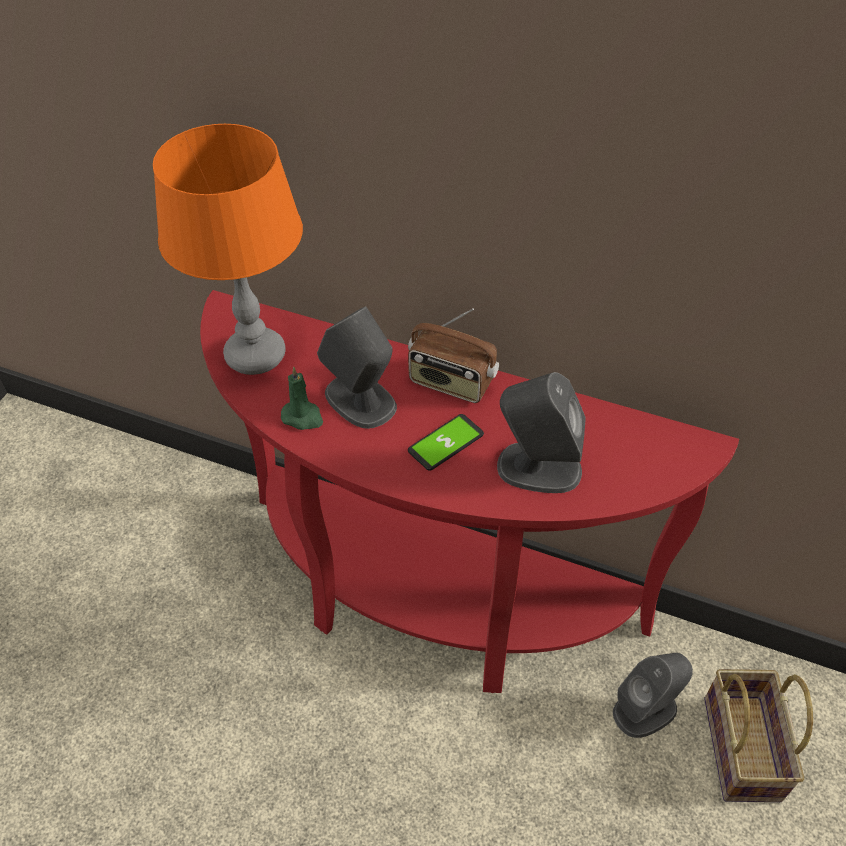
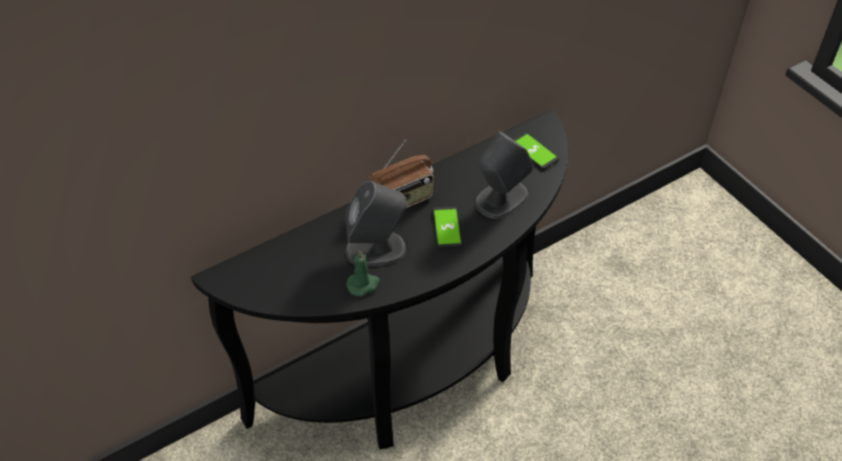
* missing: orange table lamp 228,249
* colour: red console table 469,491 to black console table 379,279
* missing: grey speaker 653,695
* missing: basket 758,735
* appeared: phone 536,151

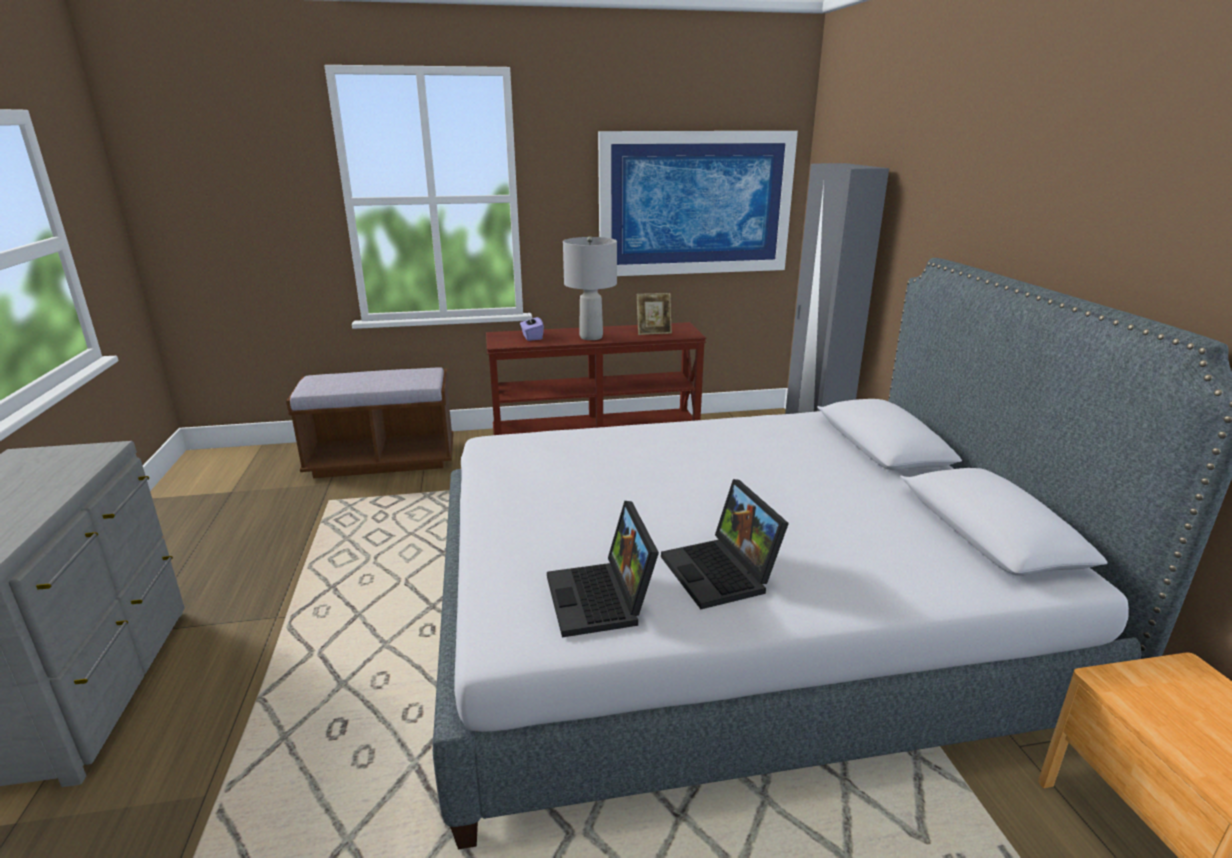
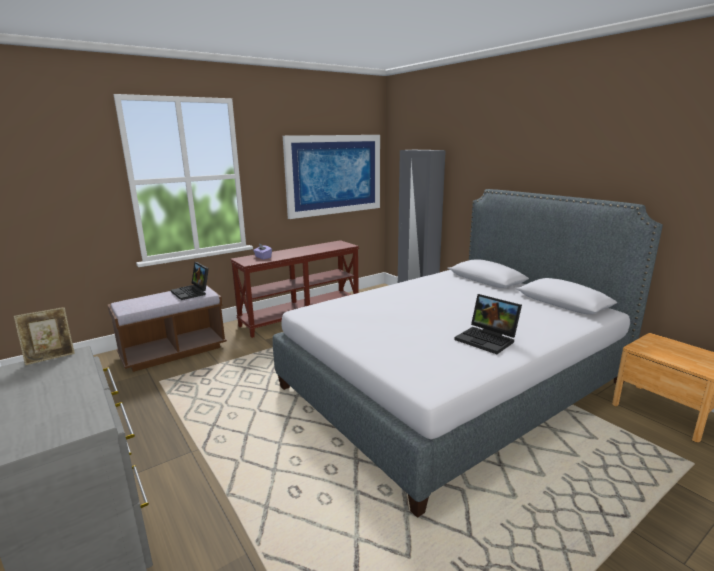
* missing: grey table lamp 590,288
* relocated: picture frame 654,314 to 44,336
* relocated: laptop 603,569 to 190,281

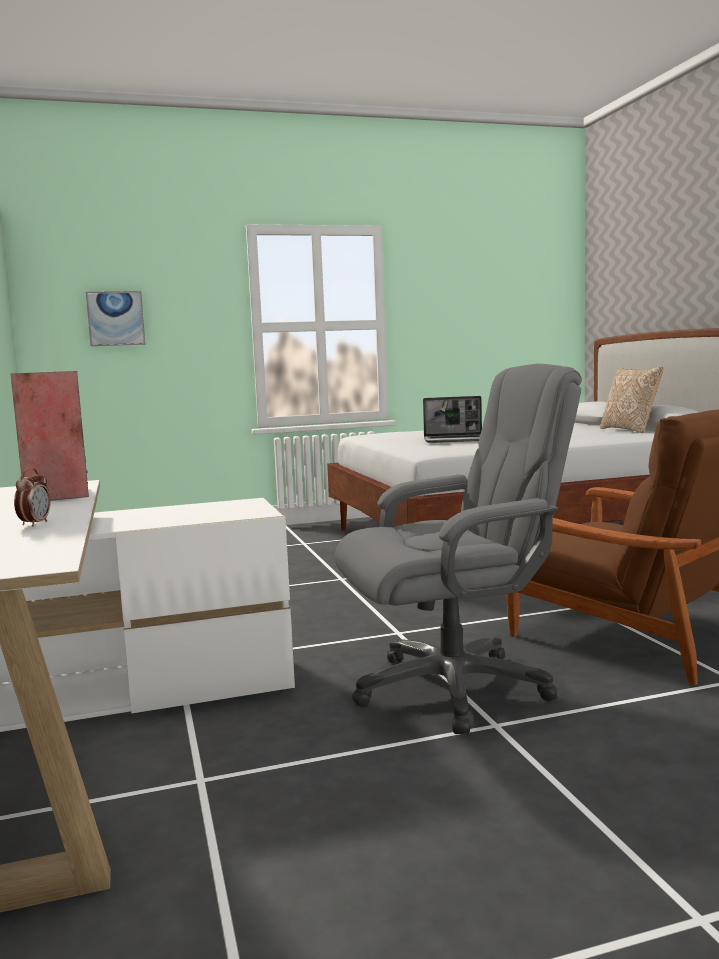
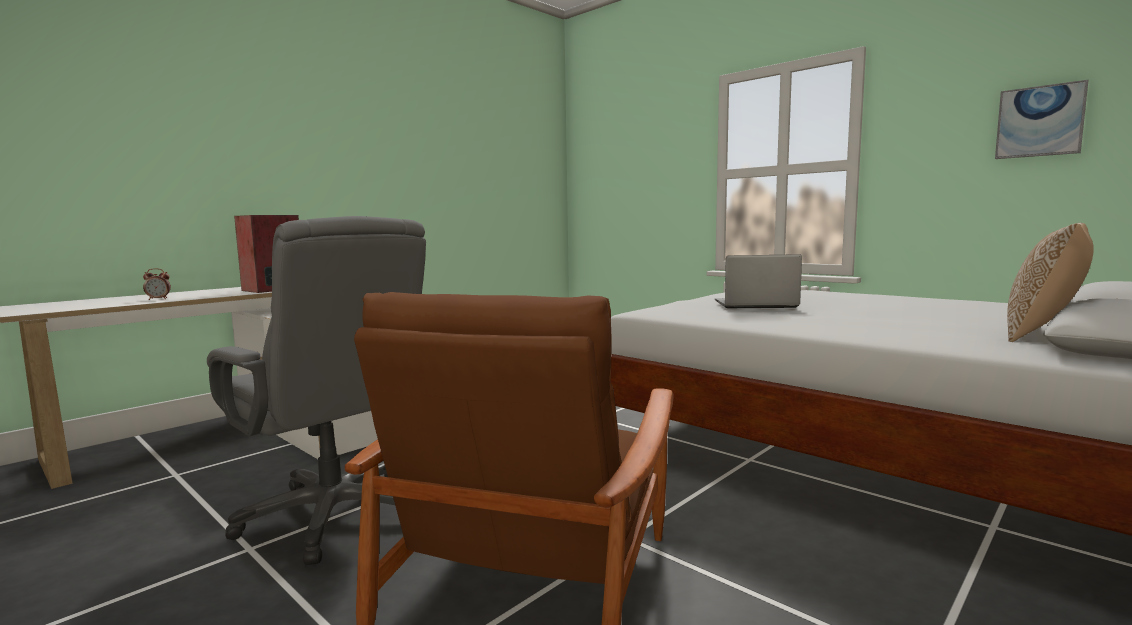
* relocated: picture 115,318 to 1041,119
* spun: laptop 452,419 = 758,281 120 degrees clockwise

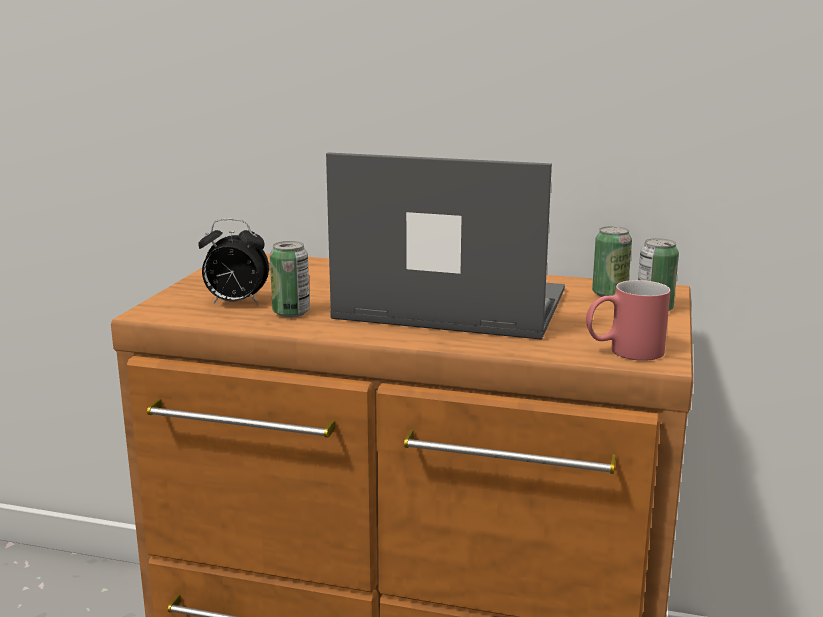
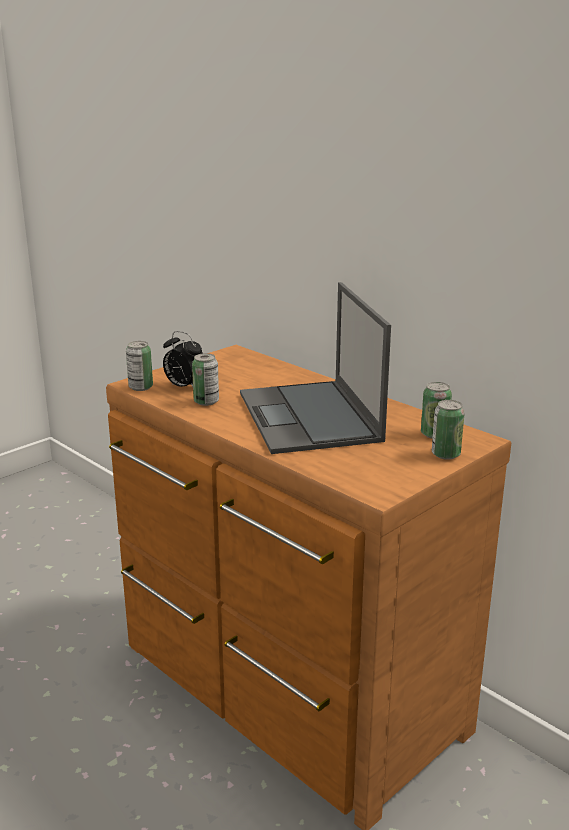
* spun: laptop 445,246 = 315,368 150 degrees counterclockwise
* missing: red mug 628,320
* appeared: can 139,366

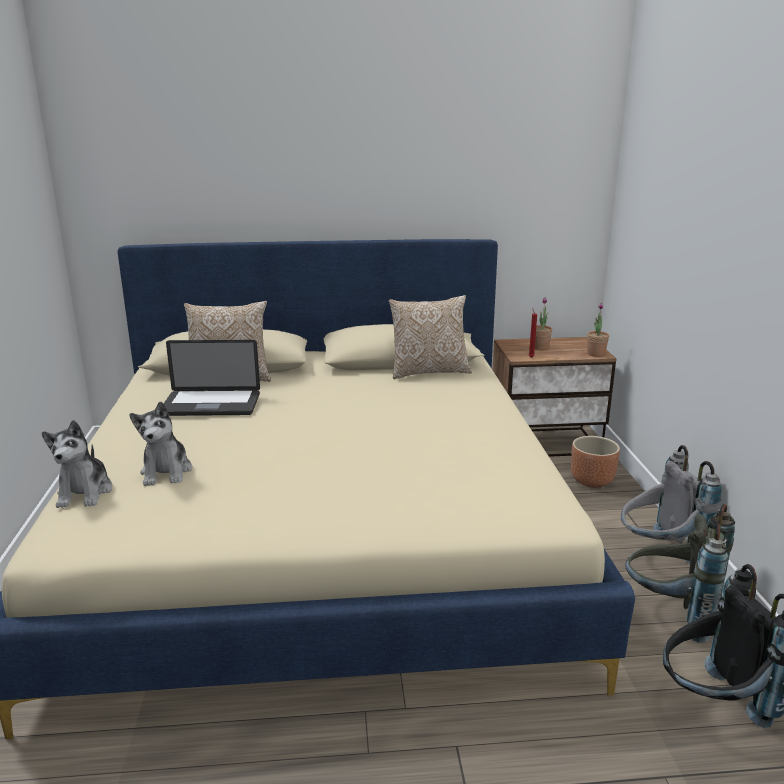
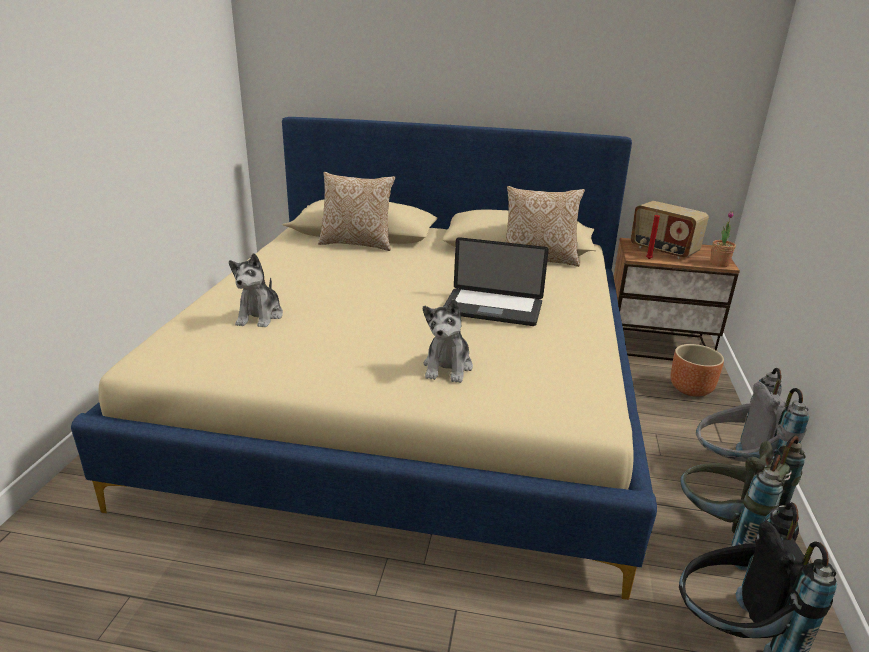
* exchanged: potted plant 543,323 to radio 670,230
* relocated: laptop 211,378 to 496,281
* relocated: plush toy 77,464 to 448,341

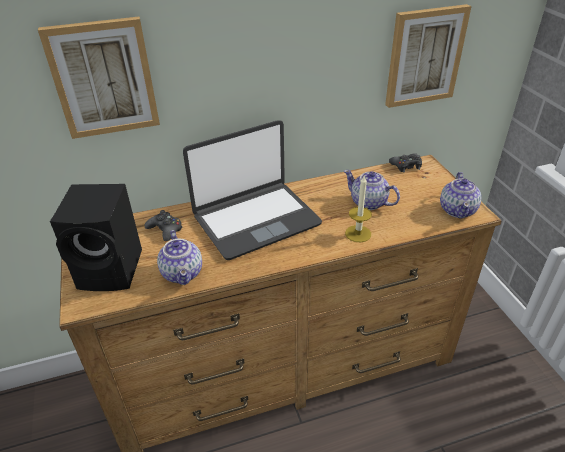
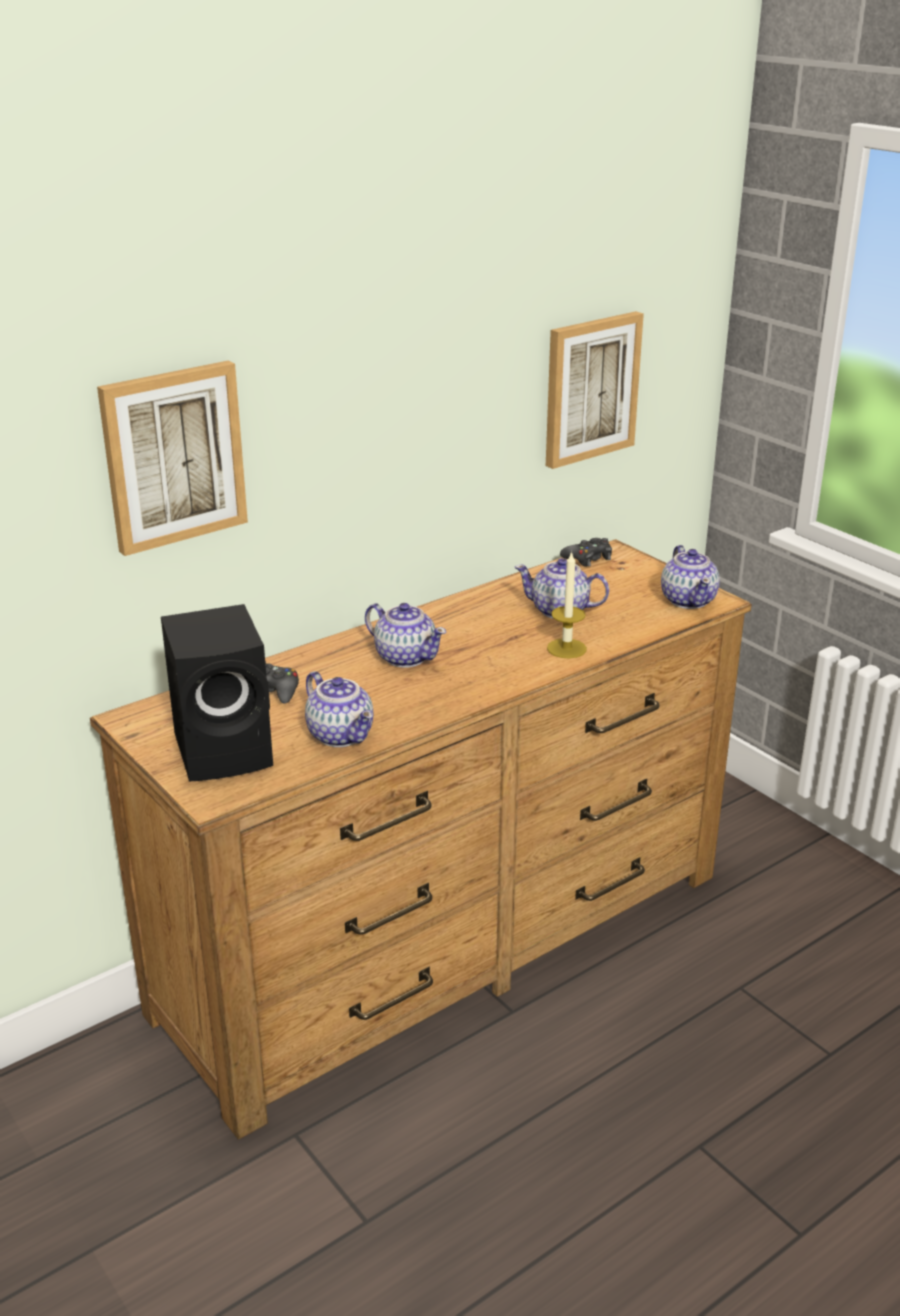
* exchanged: laptop 252,190 to teapot 405,635

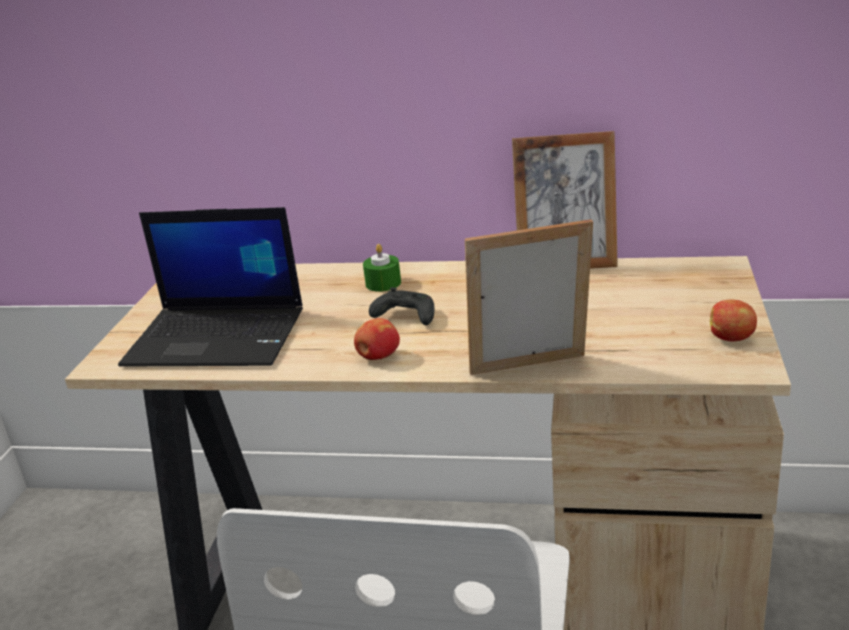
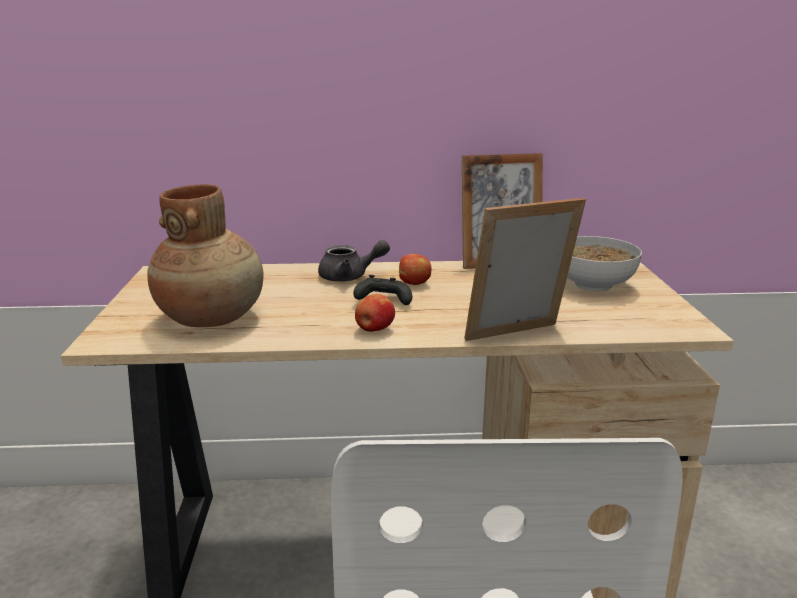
* exchanged: laptop 210,287 to brown vase 205,255
* exchanged: green candle 382,268 to grey teapot 354,261
* relocated: apple 733,320 to 415,269
* appeared: bowl 604,263

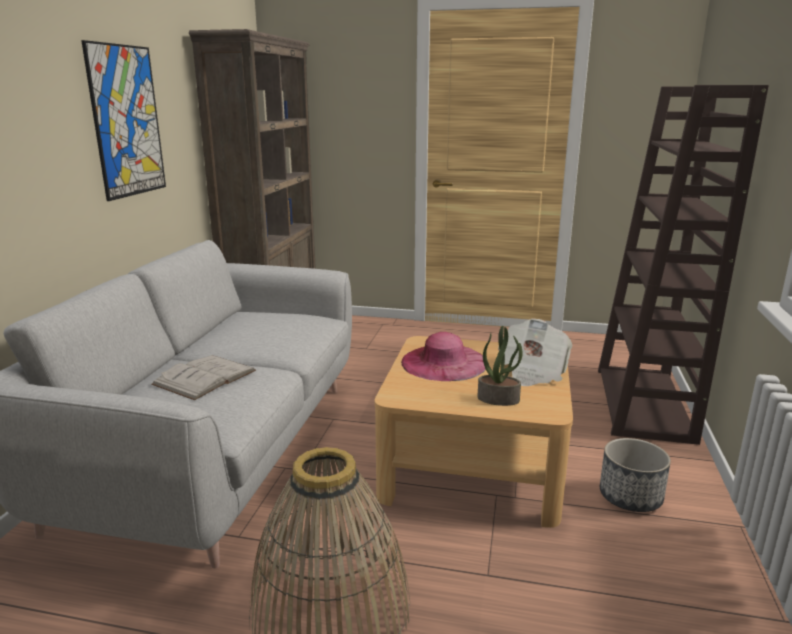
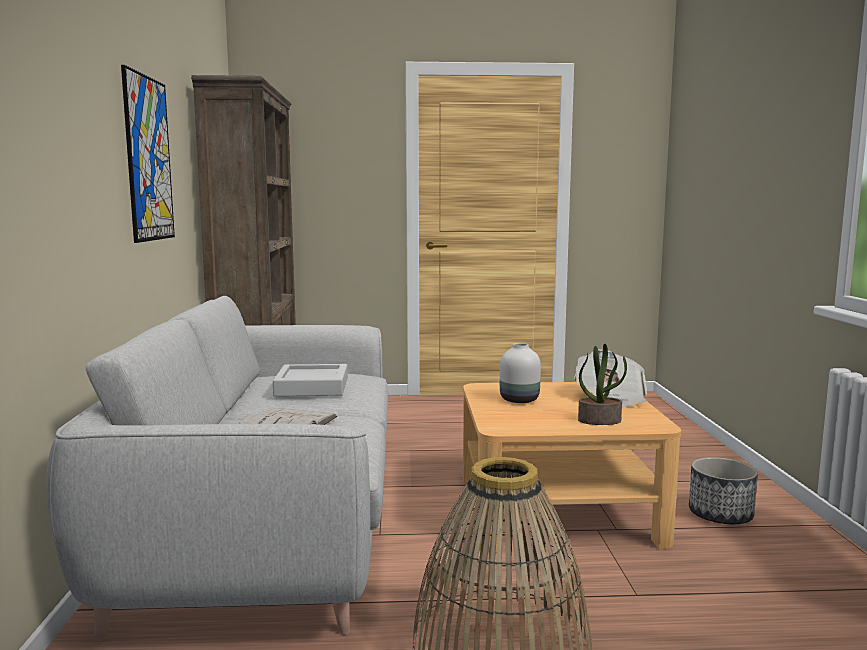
* missing: brown bookcase 683,265
* exchanged: pink hat 443,356 to white vase 520,373
* appeared: grey tray 310,380

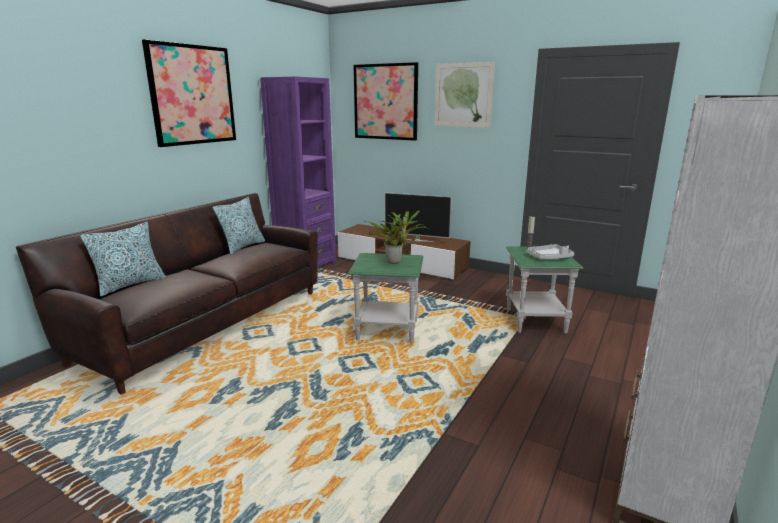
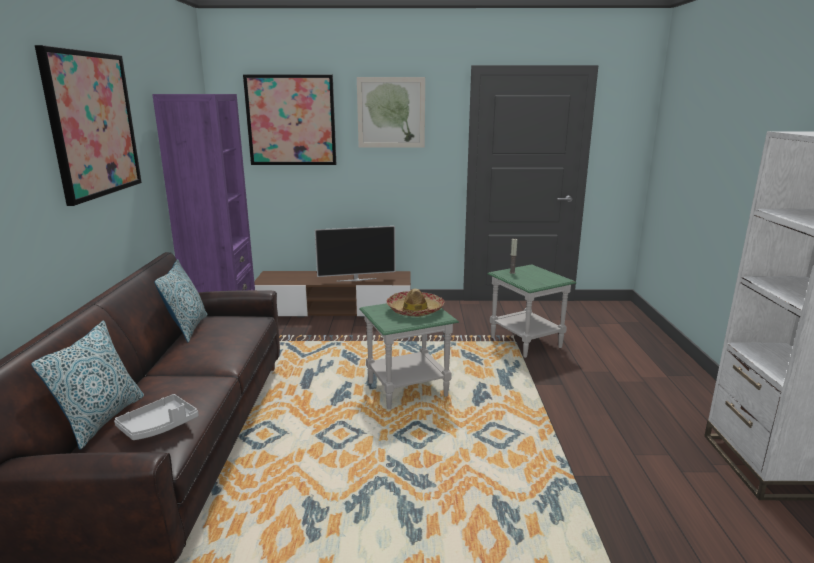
* exchanged: potted plant 397,237 to hat 415,303
* relocated: grey tray 550,251 to 156,417

